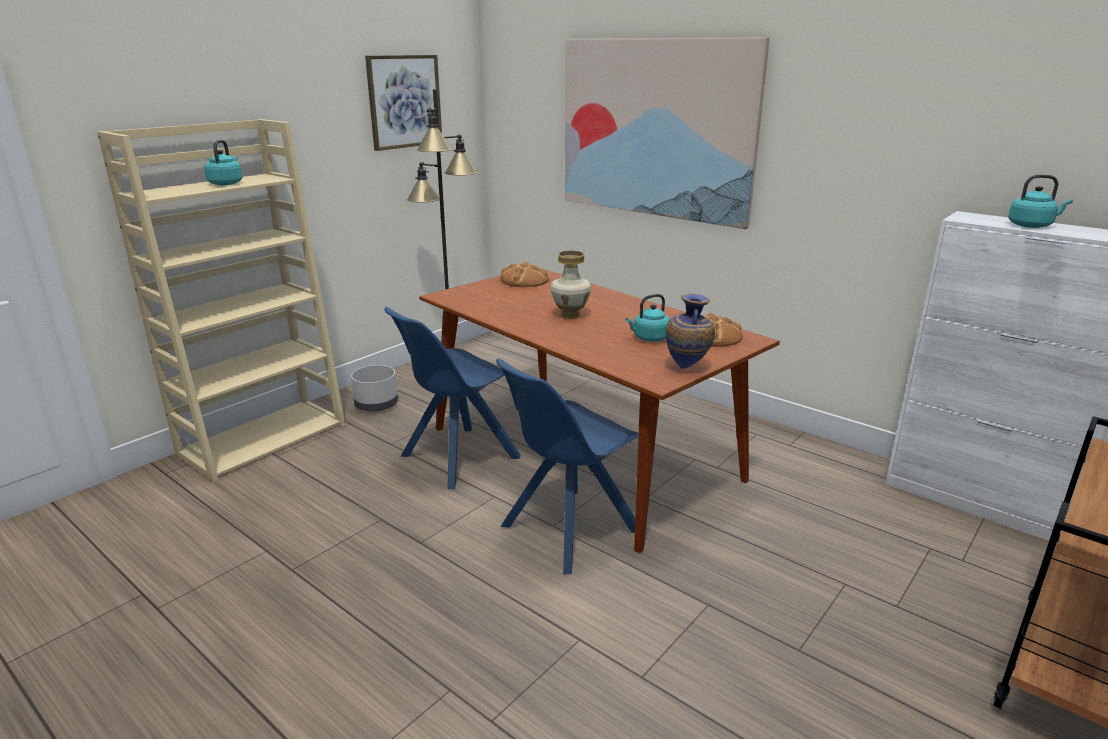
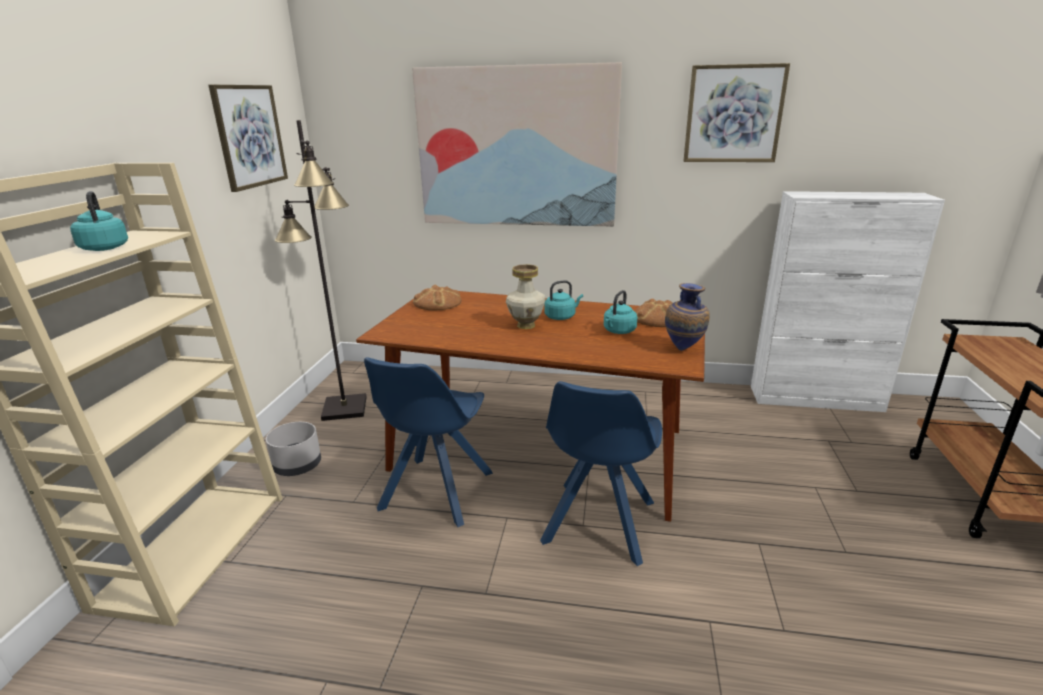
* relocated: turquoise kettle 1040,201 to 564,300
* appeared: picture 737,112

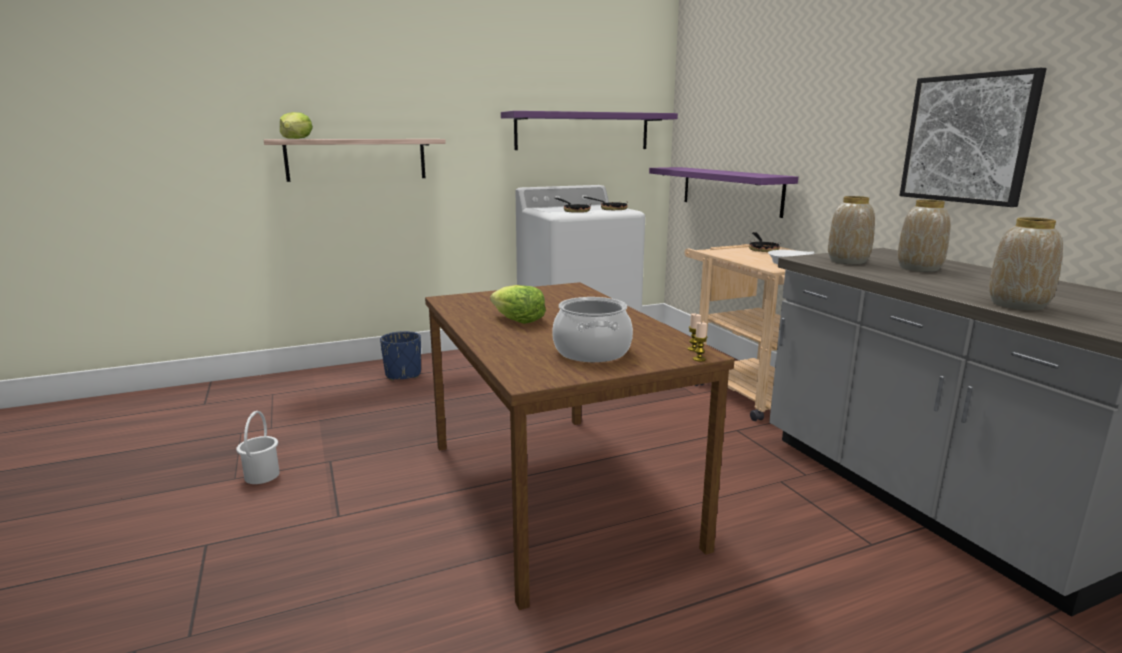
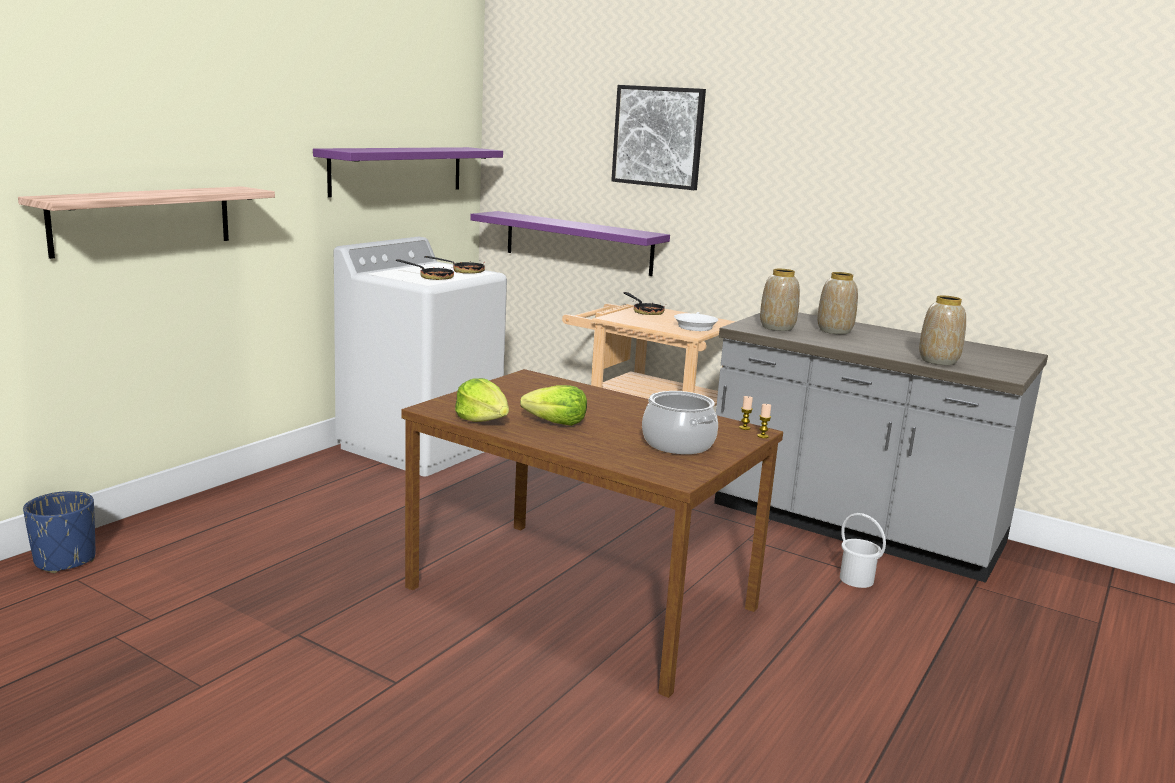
* relocated: picture 973,137 to 658,137
* relocated: lettuce 296,125 to 482,400
* relocated: blue planter 400,356 to 59,532
* relocated: white bucket 258,447 to 863,550

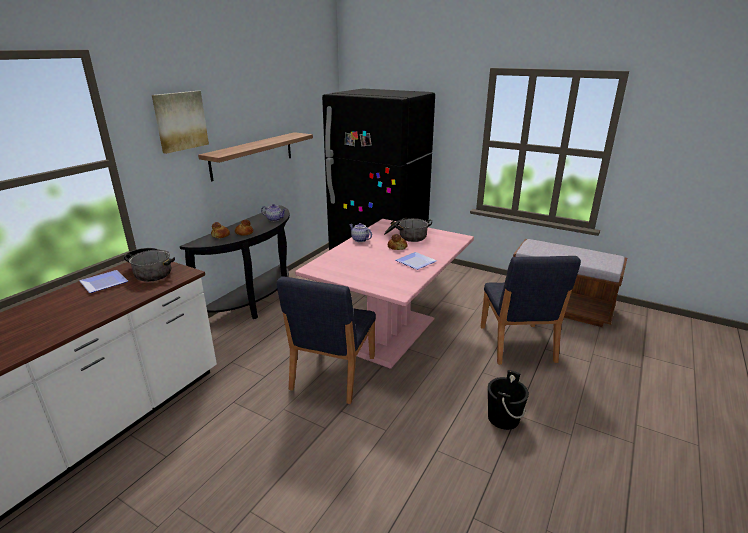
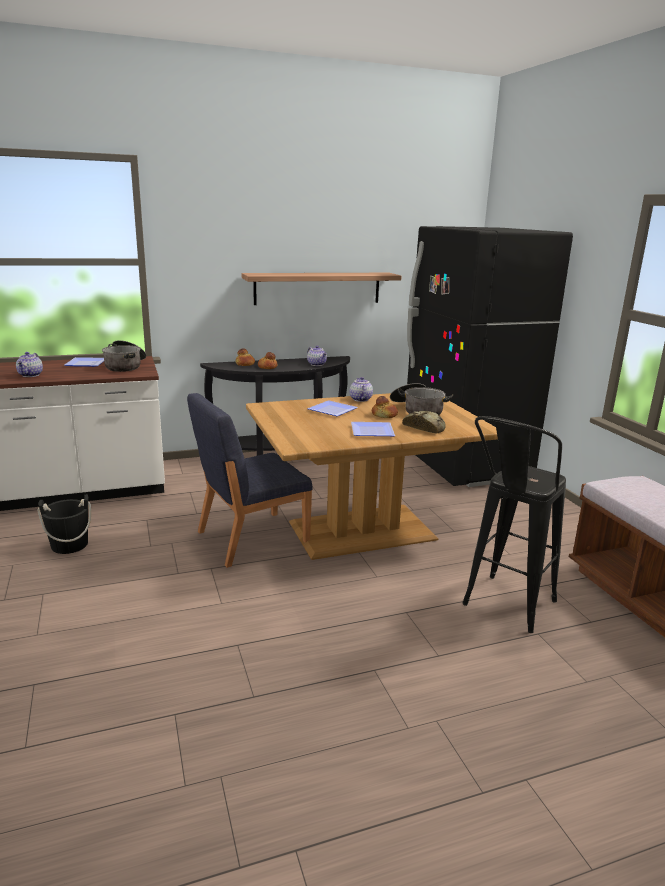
* missing: picture 180,122
* colour: pink dining table 384,294 to brown dining table 372,476
* exchanged: blue chair 531,310 to black stool 514,524
* relocated: black bucket 508,400 to 64,524
* appeared: teapot 29,364
* appeared: plate 332,408
* appeared: bread 424,422

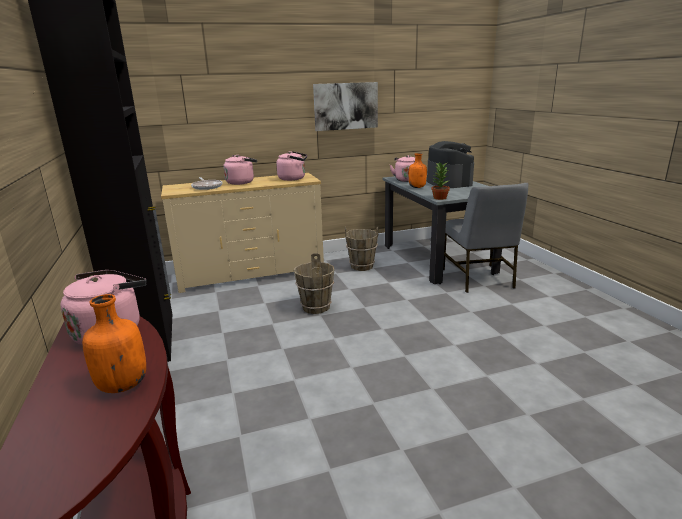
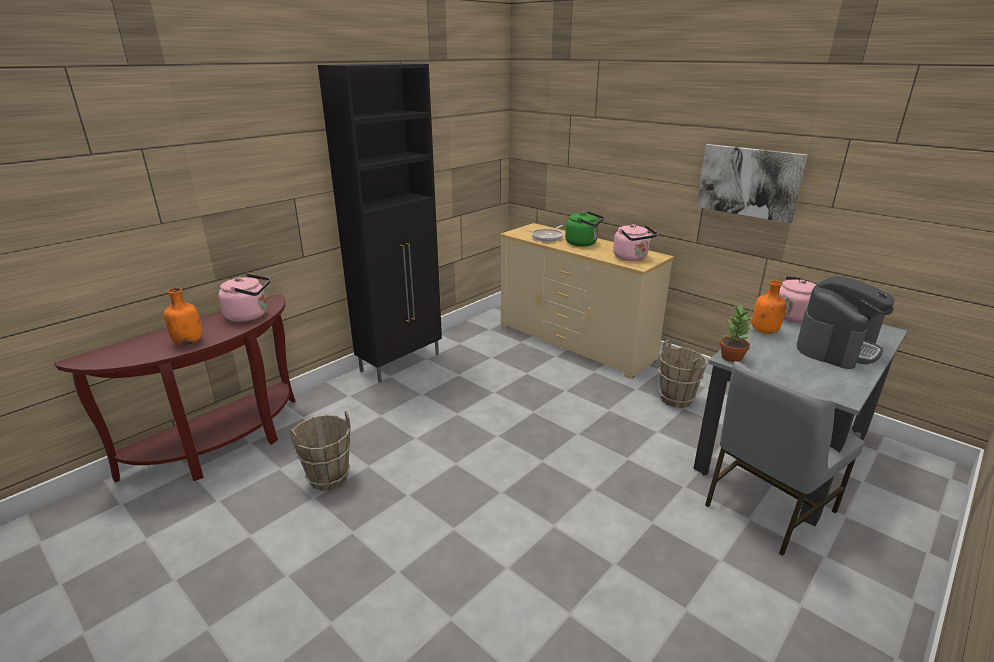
* colour: pink kettle 240,170 to green kettle 584,228
* relocated: brown bucket 314,283 to 321,451

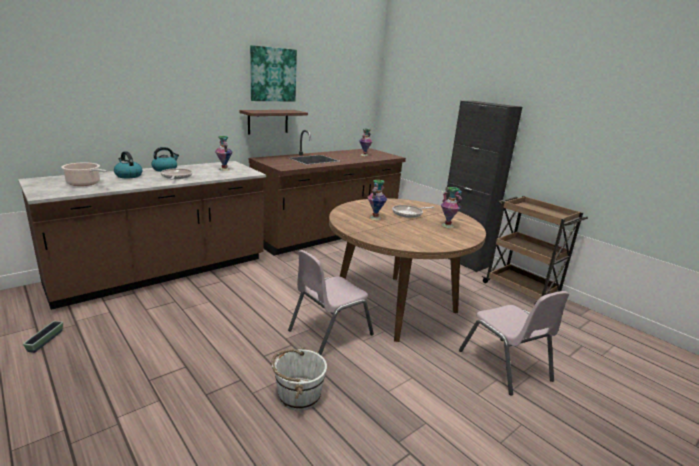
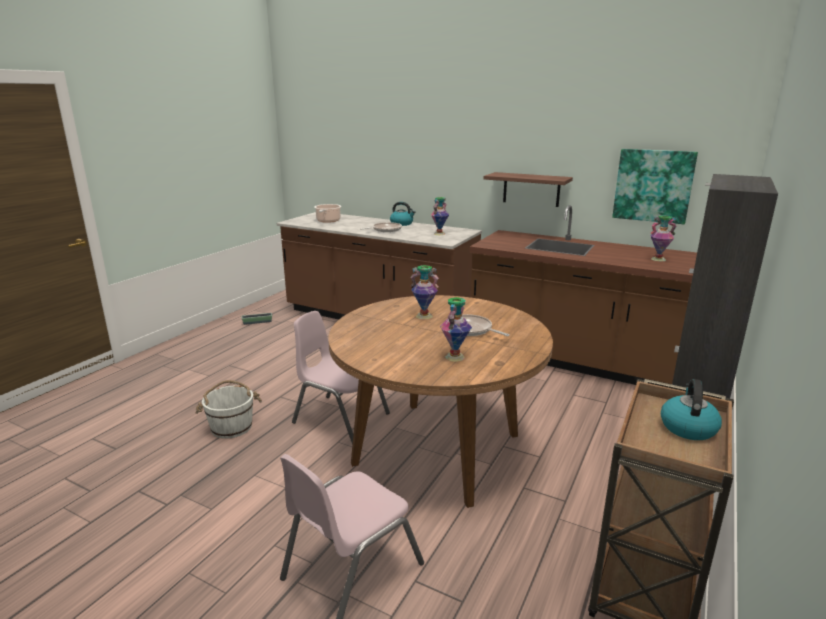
* relocated: picture 273,73 to 655,186
* relocated: kettle 128,164 to 691,409

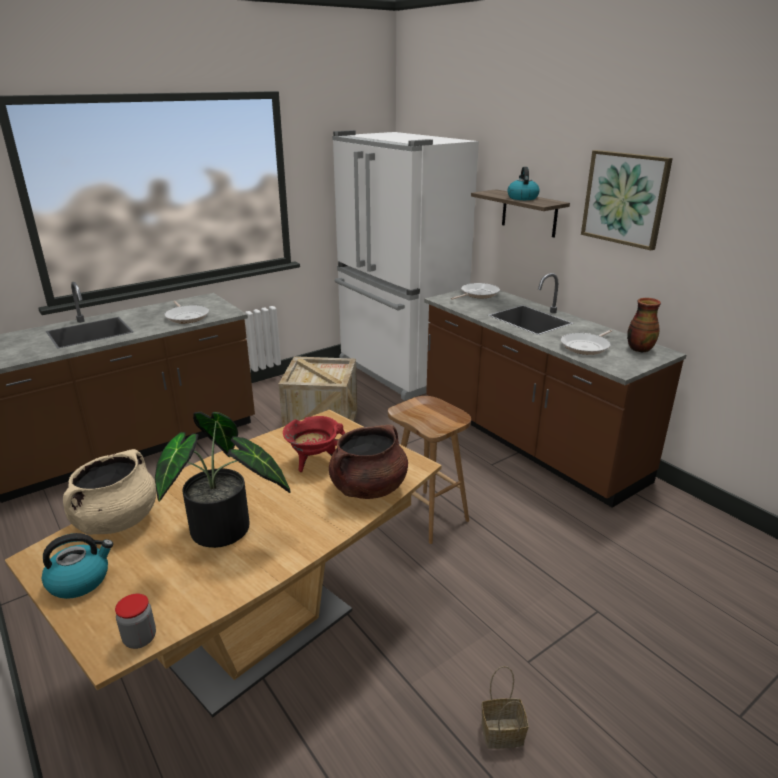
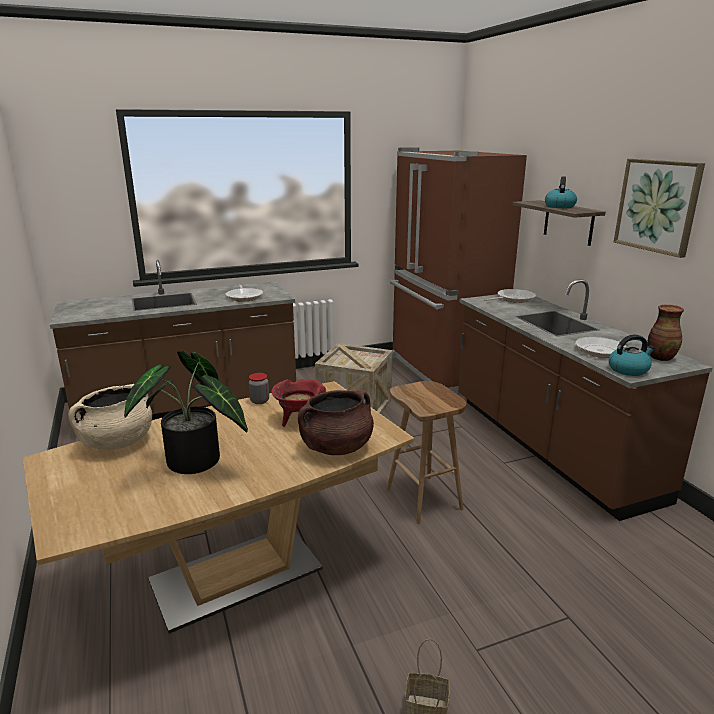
* colour: white fridge 405,265 to brown fridge 458,270
* relocated: kettle 77,566 to 632,355
* relocated: jar 135,621 to 259,388

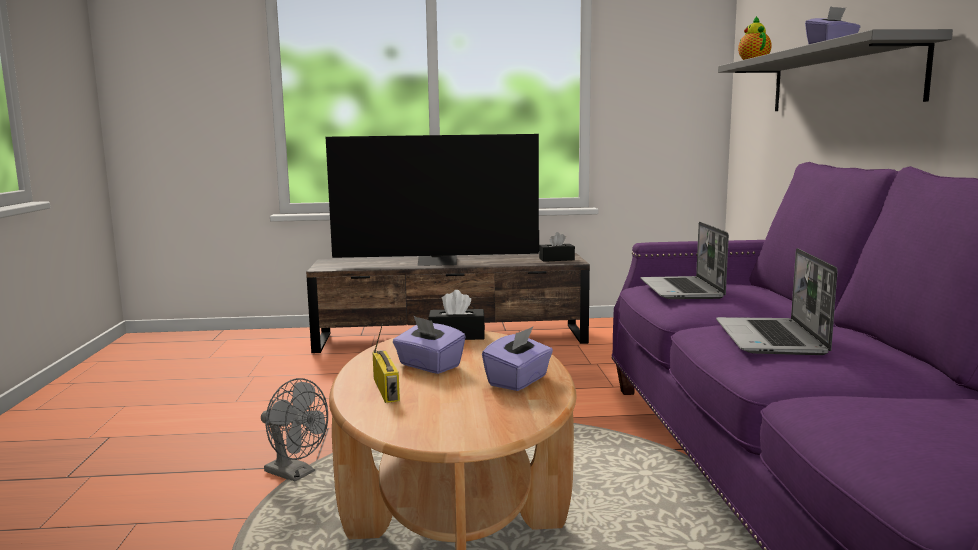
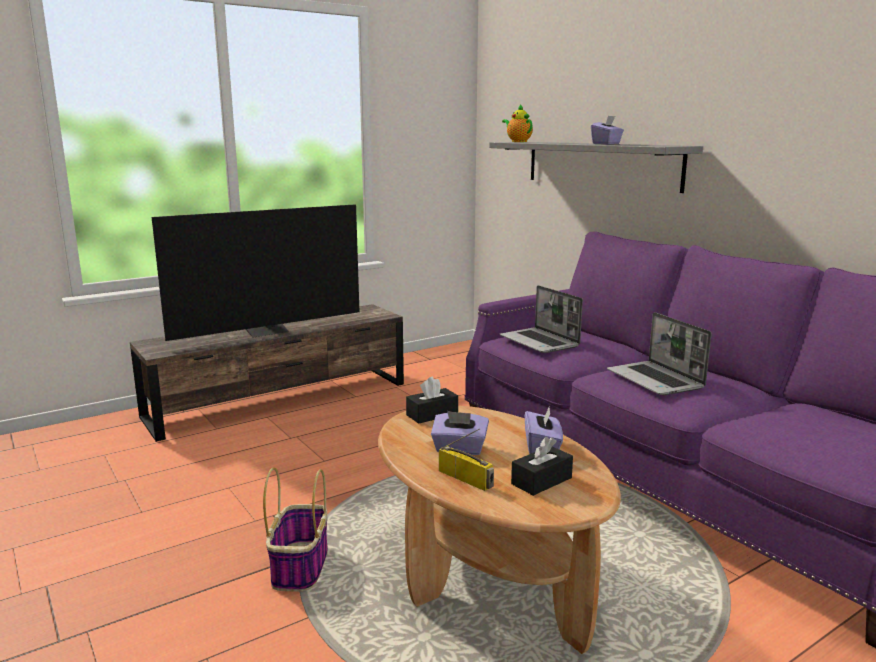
* relocated: black tissue box 557,247 to 542,466
* exchanged: grey fan 294,429 to basket 295,529

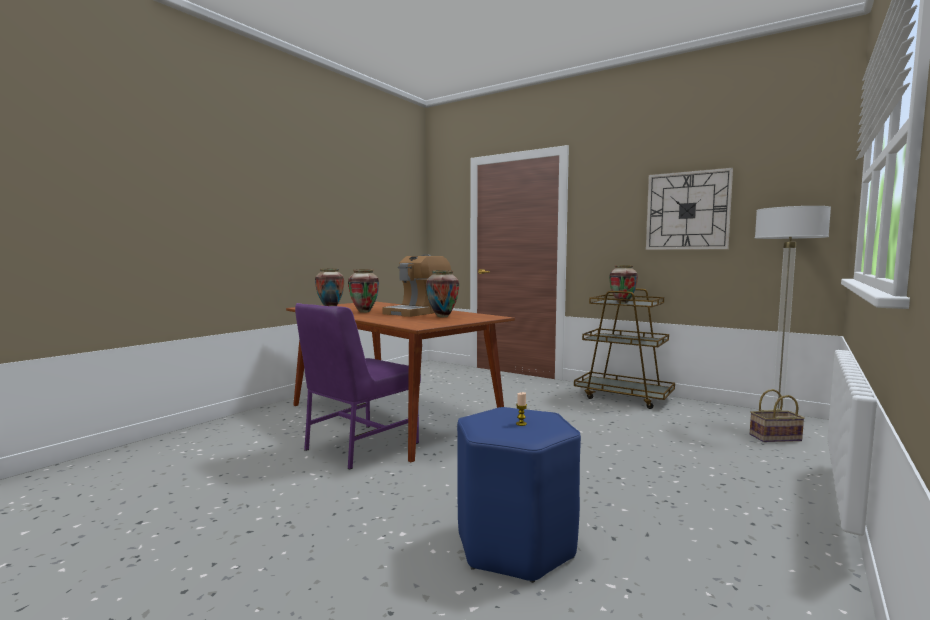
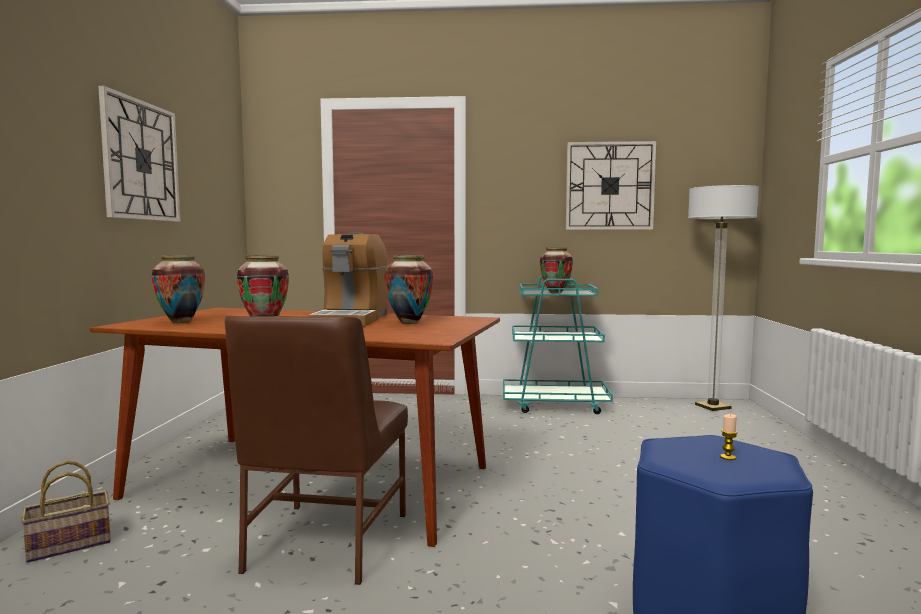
* colour: brown cart 624,349 to turquoise cart 558,345
* colour: purple chair 358,386 to brown chair 316,450
* relocated: basket 777,415 to 66,512
* appeared: wall clock 139,154

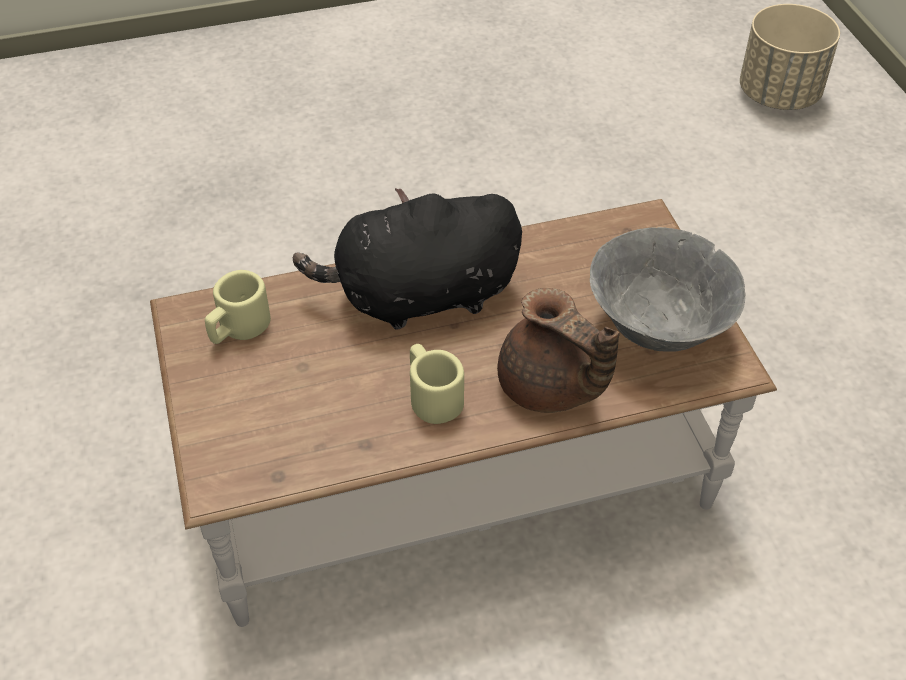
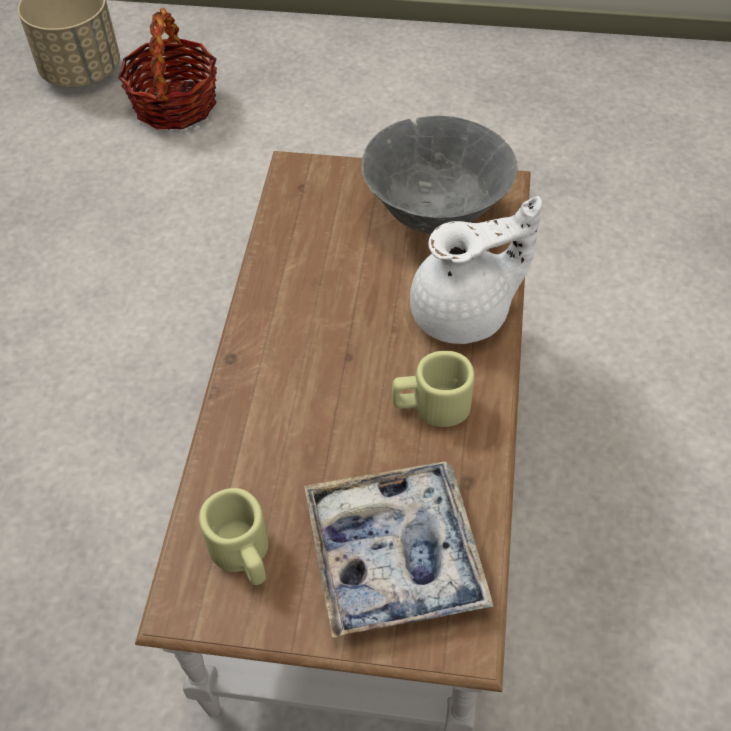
* missing: black plush toy 407,259
* colour: brown teapot 558,350 to white teapot 476,270
* appeared: basket 167,69
* appeared: tray 399,550

